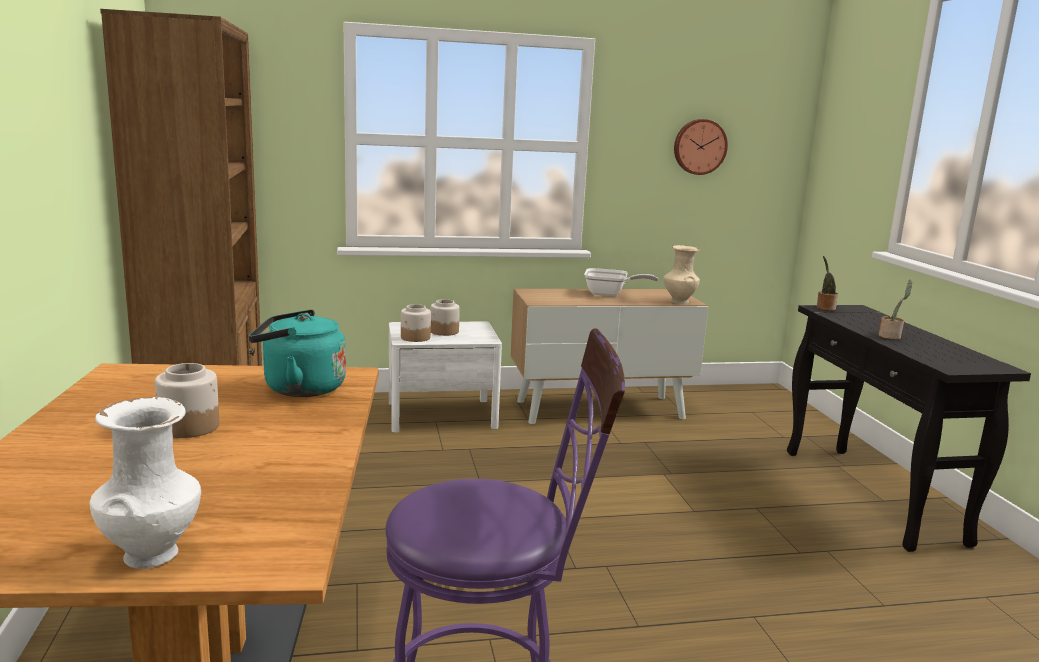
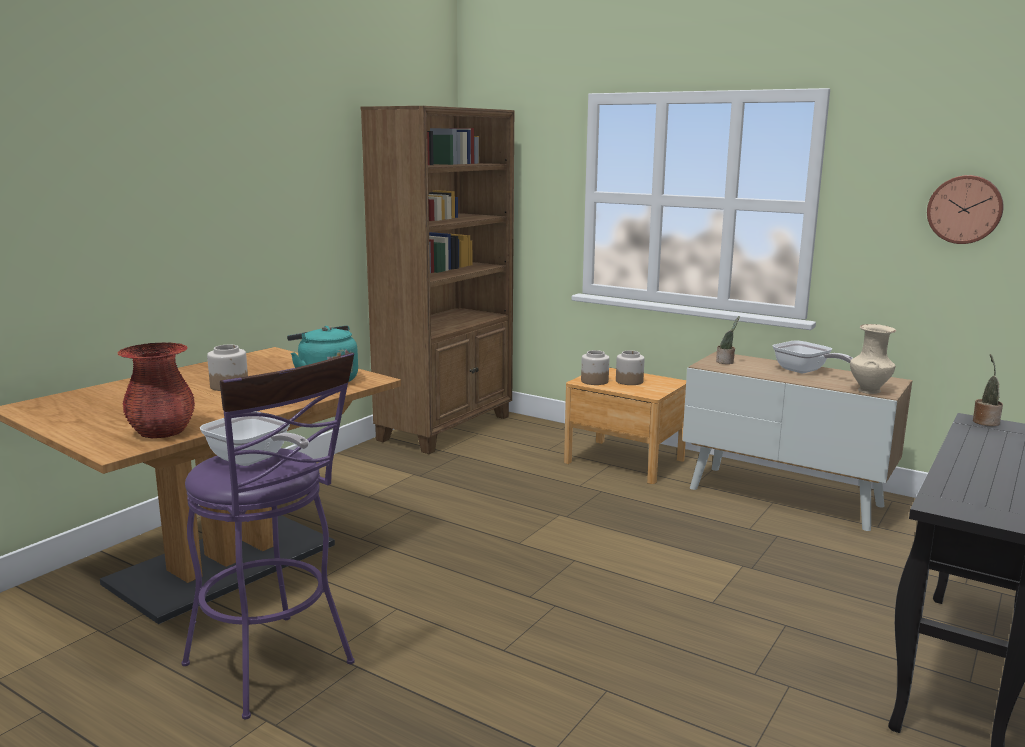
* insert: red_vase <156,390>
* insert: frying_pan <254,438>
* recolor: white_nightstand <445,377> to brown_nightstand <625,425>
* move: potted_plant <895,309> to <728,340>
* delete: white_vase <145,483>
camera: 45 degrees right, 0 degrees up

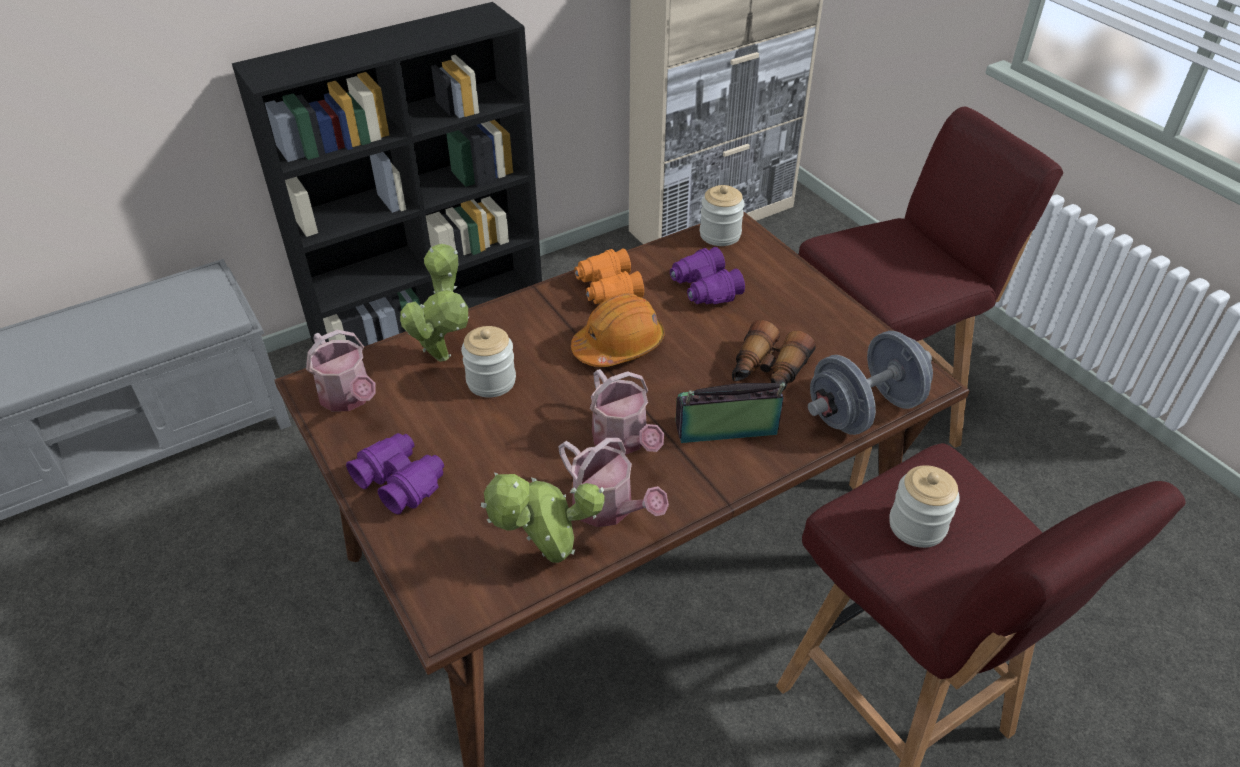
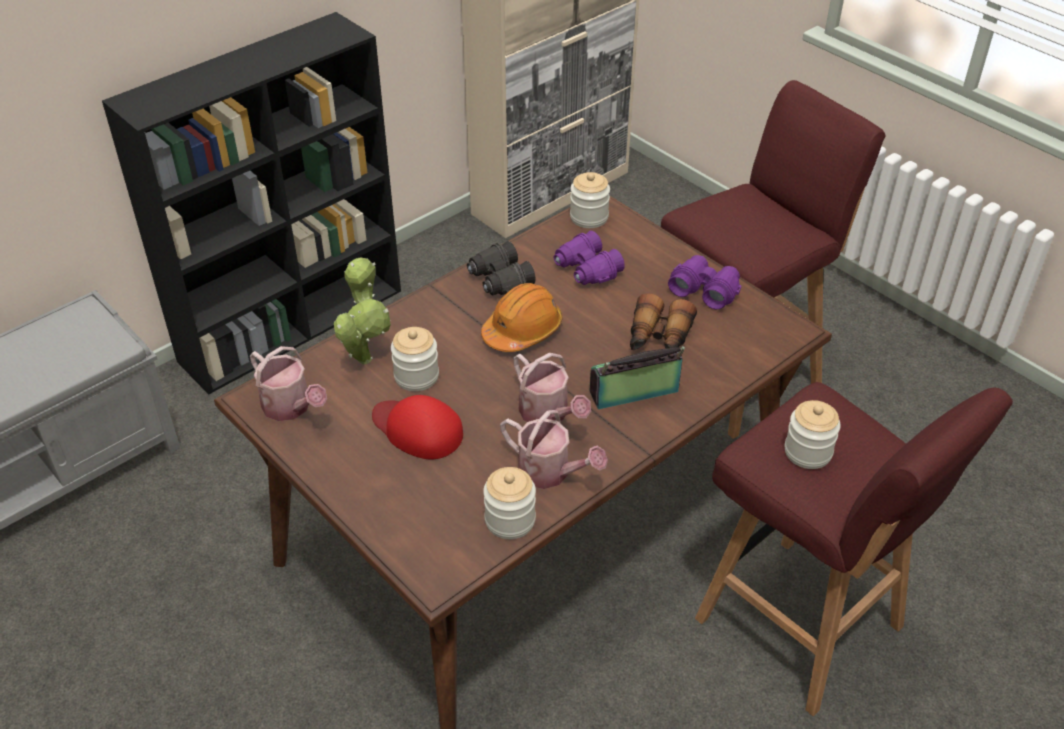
* insert: red_cap <417,427>
* recolor: orange_binoculars <609,276> to black_binoculars <501,268>
* replace: potted_plant <543,518> to jar <509,503>
* move: purple_binoculars <395,473> to <705,282>
* delete: grey_dumbbell <870,383>
camera: 10 degrees left, 0 degrees up

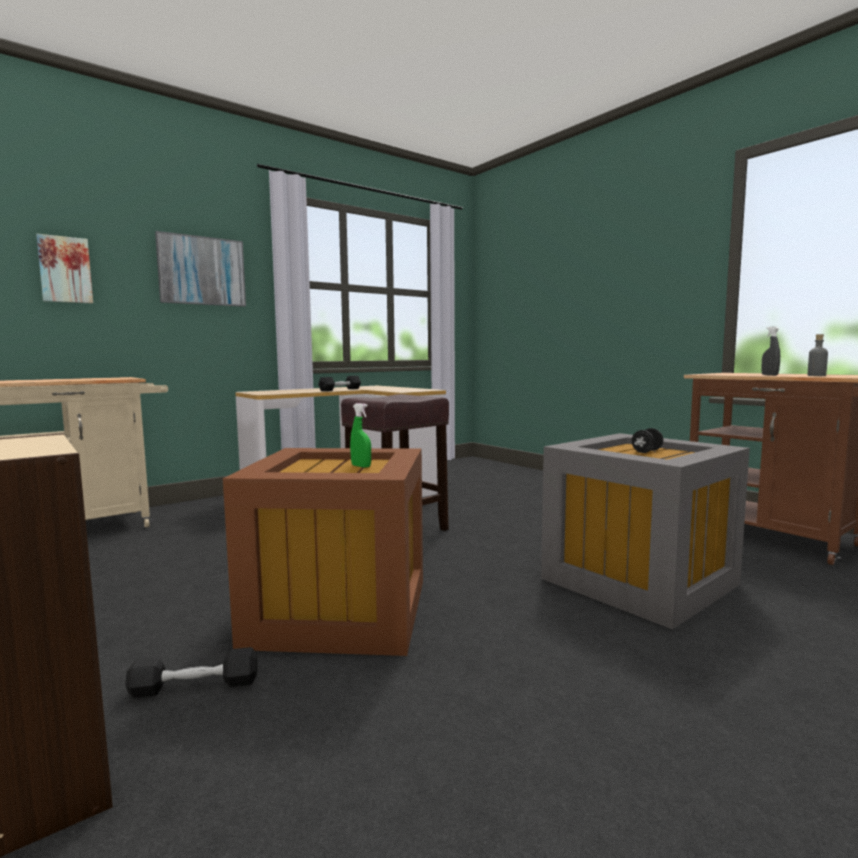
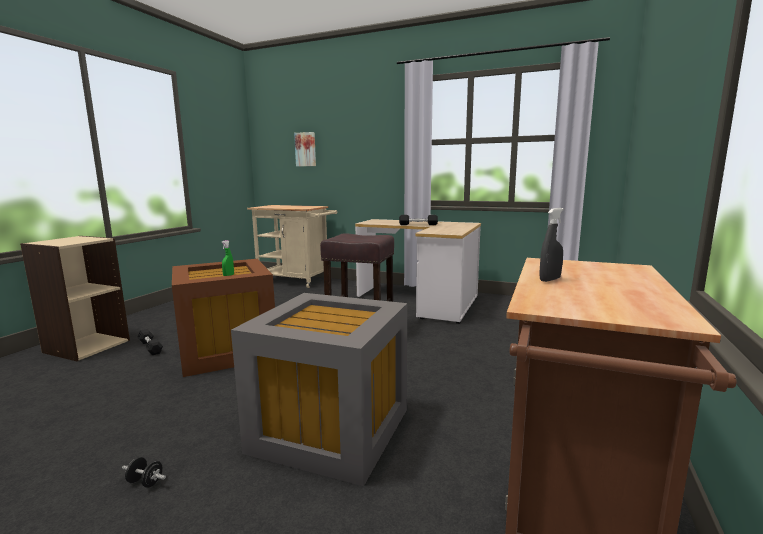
* move: black_dumbbell <647,440> to <144,472>
* delete: picture <200,269>
* delete: grey_bottle <818,355>
camera: 60 degrees right, 5 degrees up

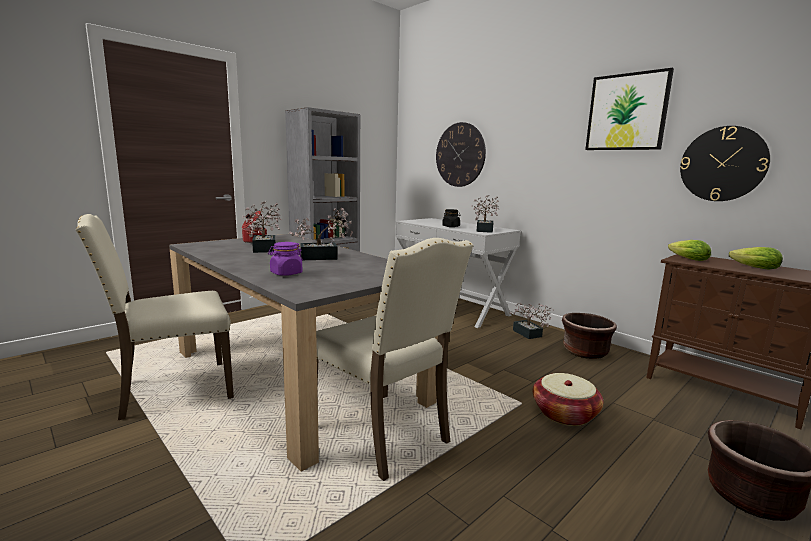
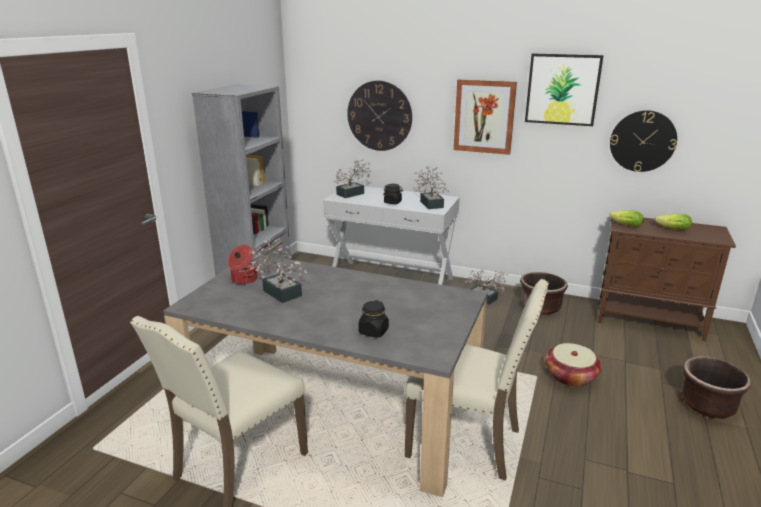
* move: potted_plant <321,233> to <352,178>
* recolor: purple_jar <285,259> to black_jar <374,319>
* insert: picture <485,117>
camera: 25 degrees left, 10 degrees up

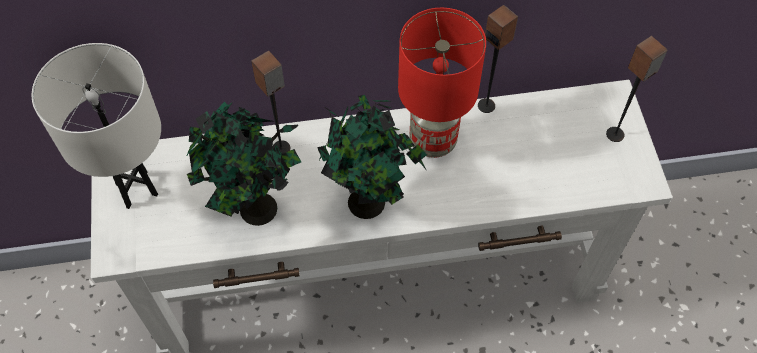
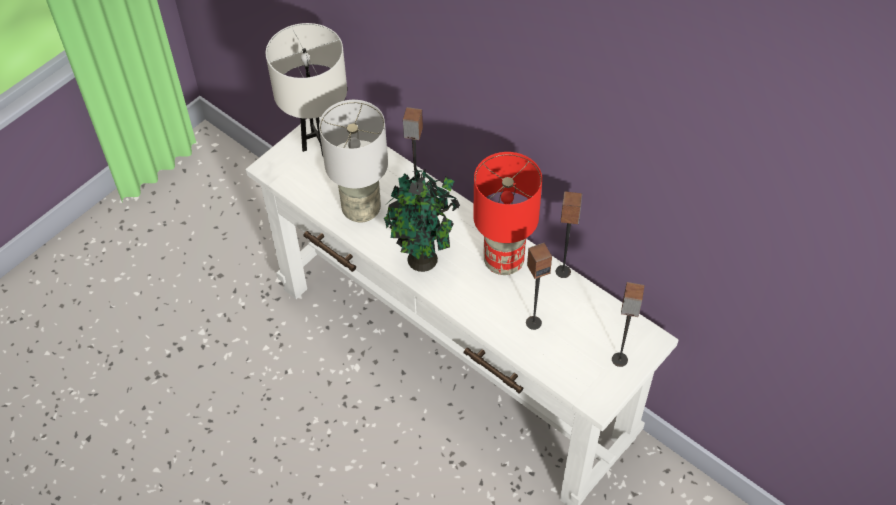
* replace: potted_plant <243,164> to grey_table_lamp <353,161>
* insert: speaker <539,286>
camera: 50 degrees right, 5 degrees down

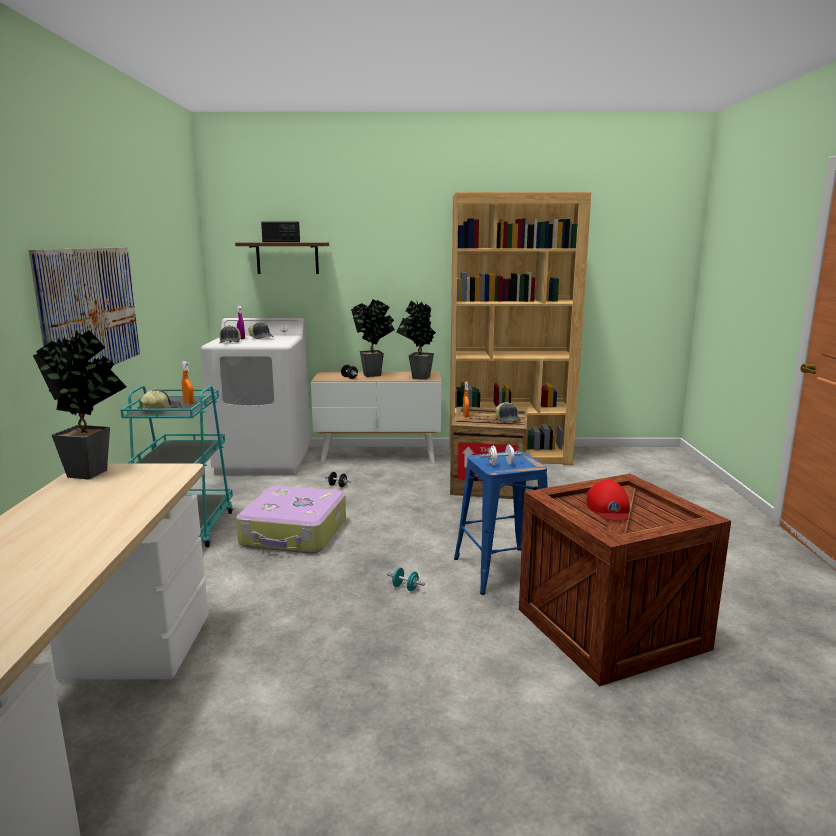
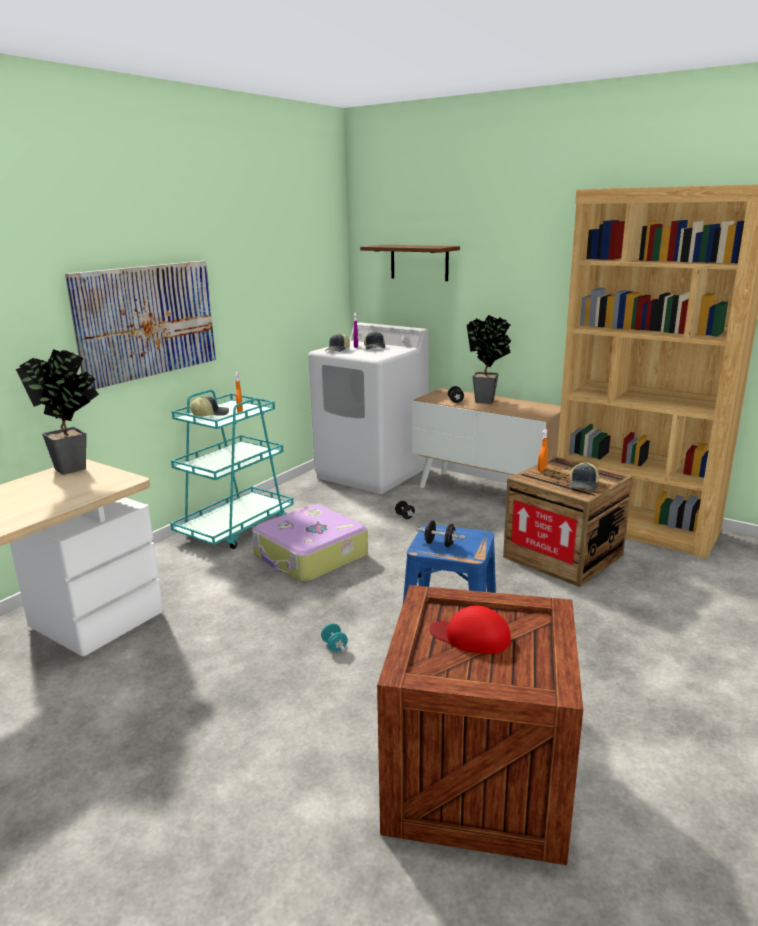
* recolor: white_dumbbell <501,455> to black_dumbbell <440,533>
* rotate: red_cap <608,500> = <470,630> 75 degrees clockwise
* delete: radio <280,232>
* delete: potted_plant <416,340>
camera: 35 degrees right, 5 degrees up

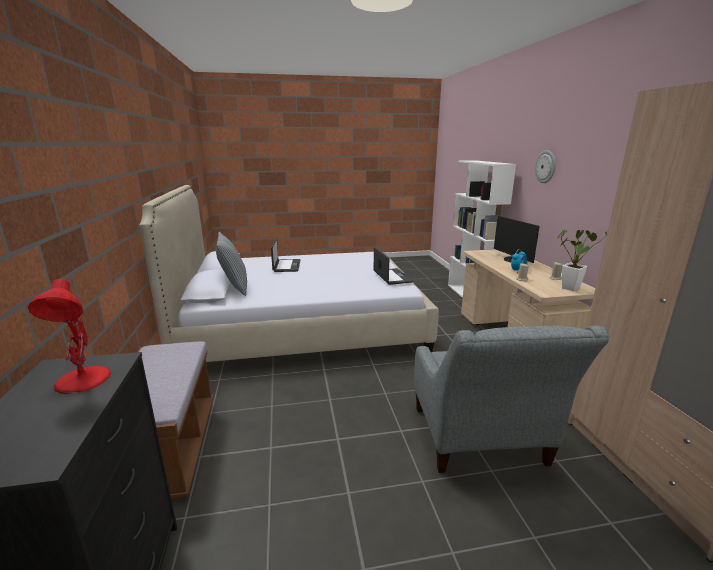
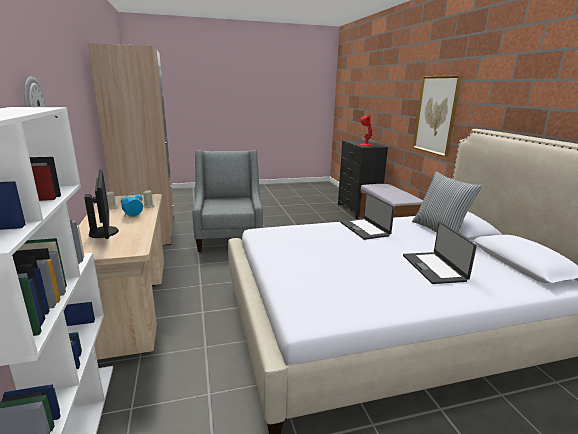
* move: laptop <393,266> to <367,216>
* insert: picture <437,116>
* delete: potted_plant <582,260>
camera: 175 degrees right, 0 degrees up

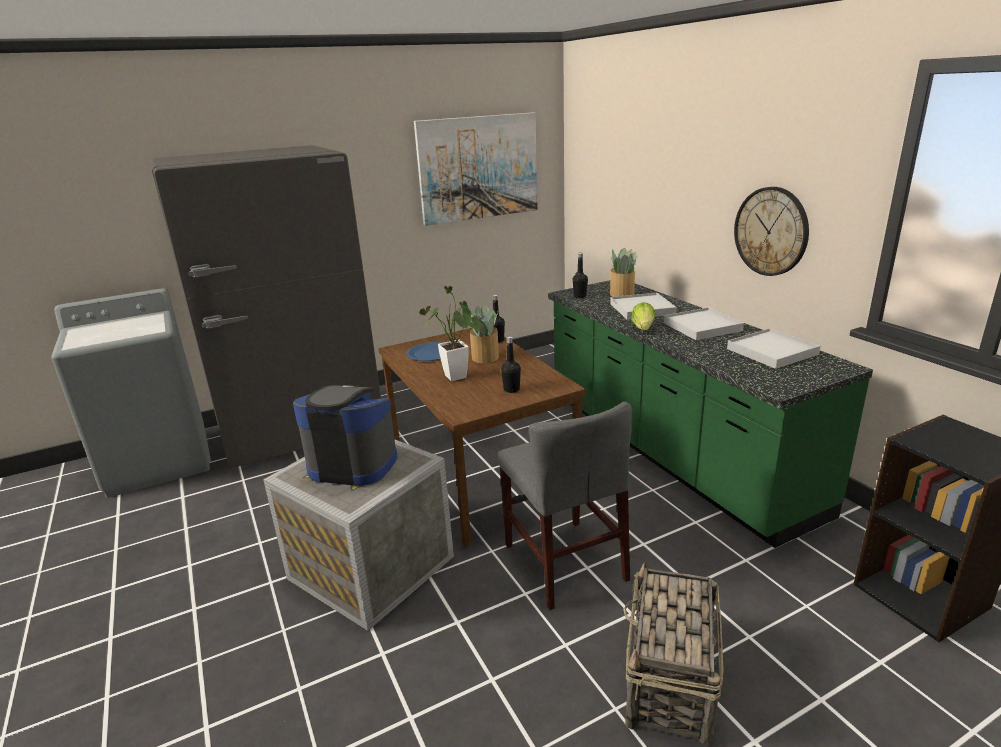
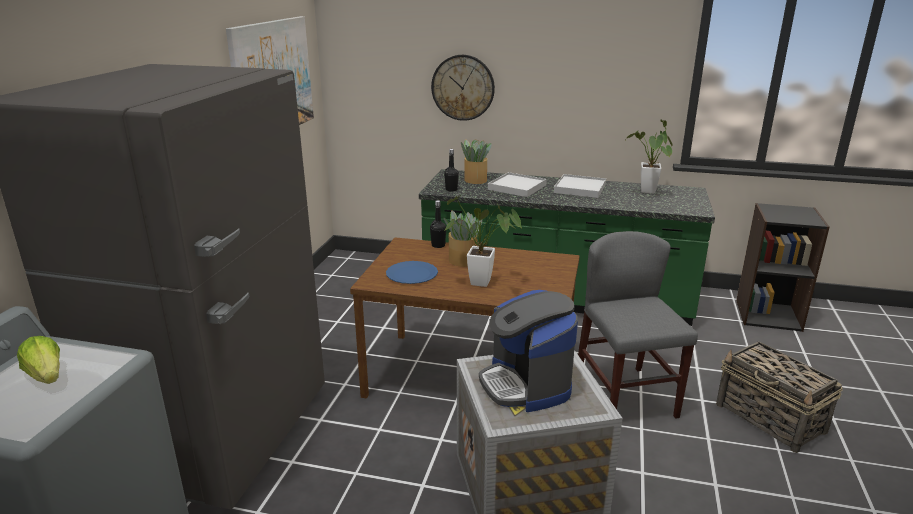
* move: lettuce <643,316> to <38,360>
* move: wall_clock <771,231> to <463,88>
* rotate: coffee_machine <345,435> = <528,351> 75 degrees counterclockwise
* rotate: grey_chair <564,506> = <638,325> 120 degrees counterclockwise
* replace: white_tray <773,348> to potted_plant <649,156>
* delete: black_bottle <511,364>
camera: 50 degrees left, 0 degrees up

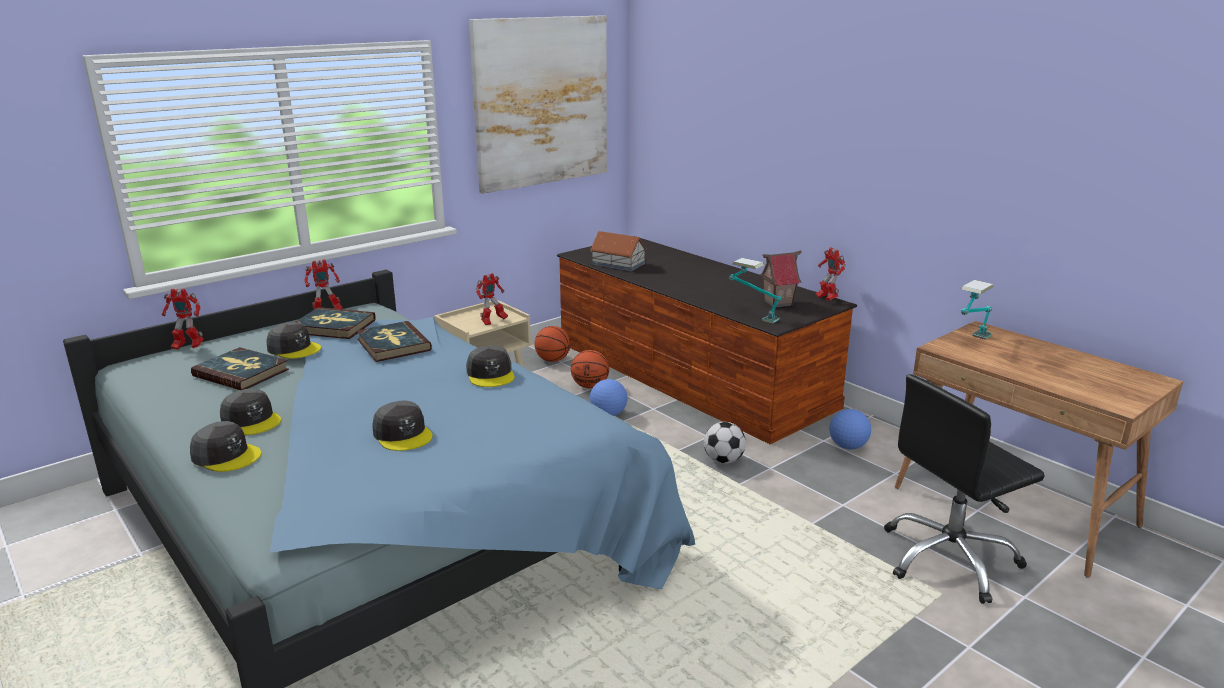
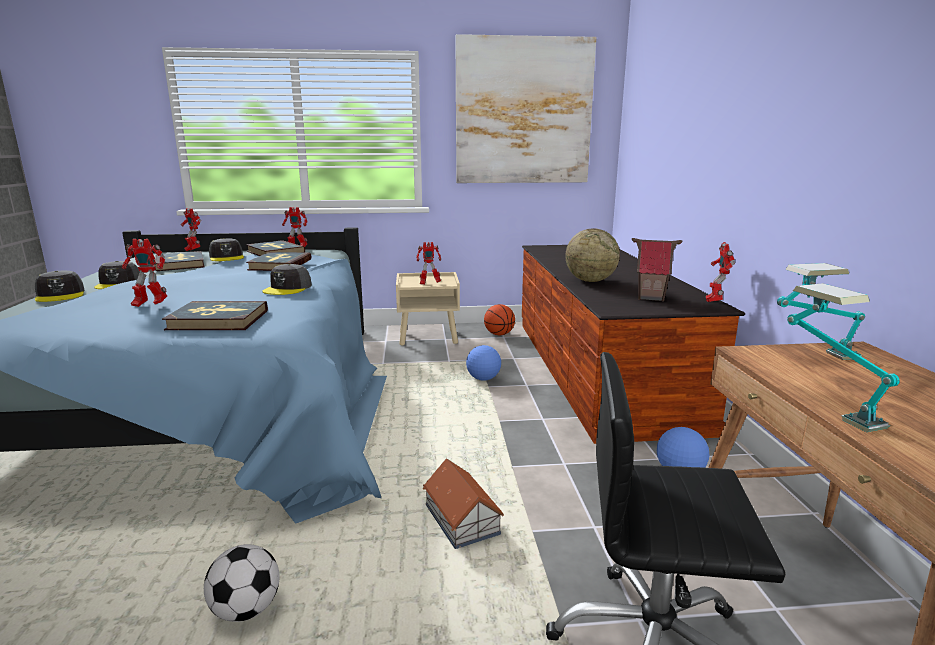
* replace: grey_cap <402,425> to toy_robot <144,273>
* insert: book <215,315>
* move: football <725,443> to <241,583>
* move: toy_house <618,251> to <463,503>
* insert: globe <592,255>
* move: table_lamp <755,291> to <843,357>
* delete: basketball <590,369>
camera: 35 degrees right, 5 degrees down

